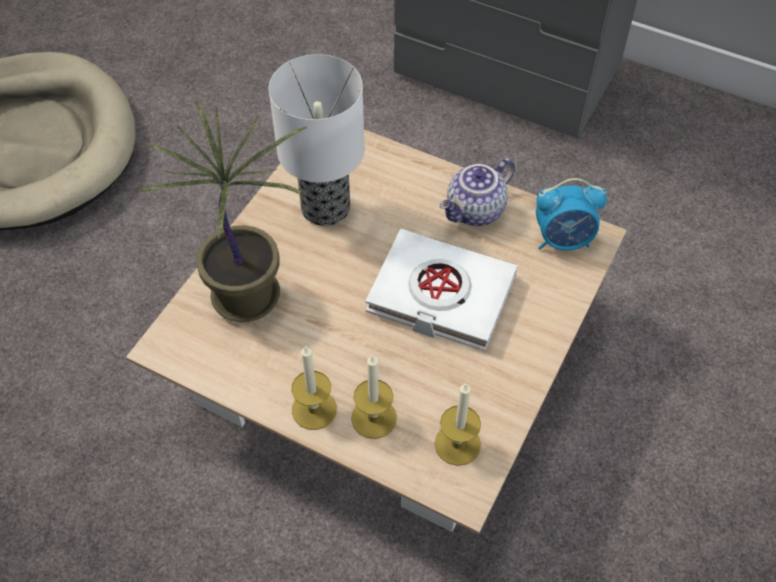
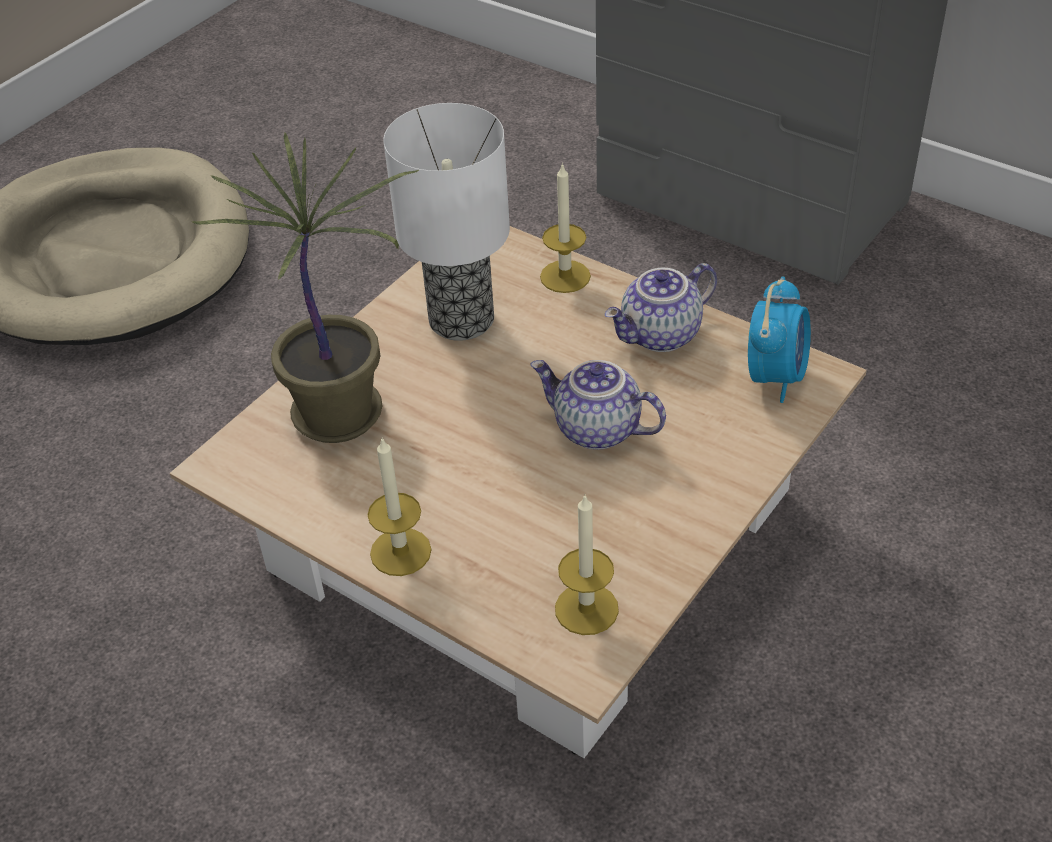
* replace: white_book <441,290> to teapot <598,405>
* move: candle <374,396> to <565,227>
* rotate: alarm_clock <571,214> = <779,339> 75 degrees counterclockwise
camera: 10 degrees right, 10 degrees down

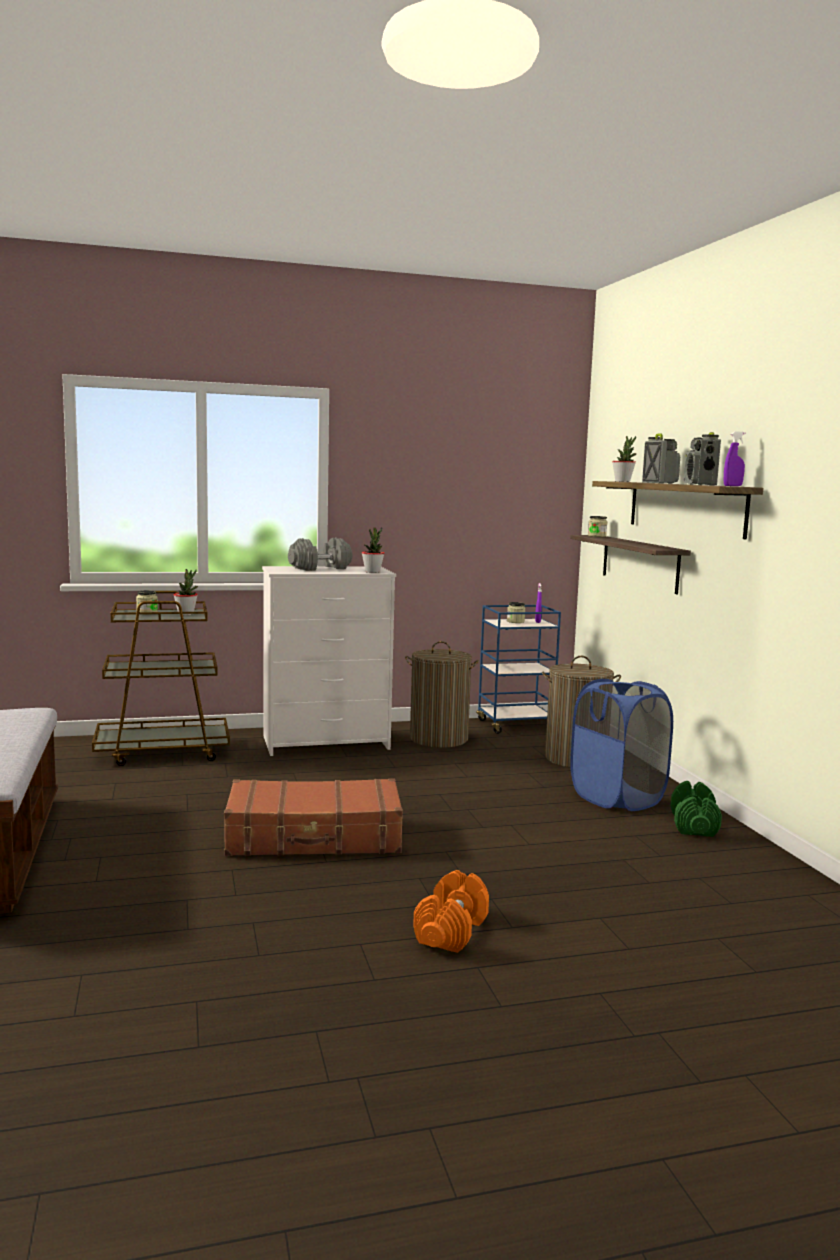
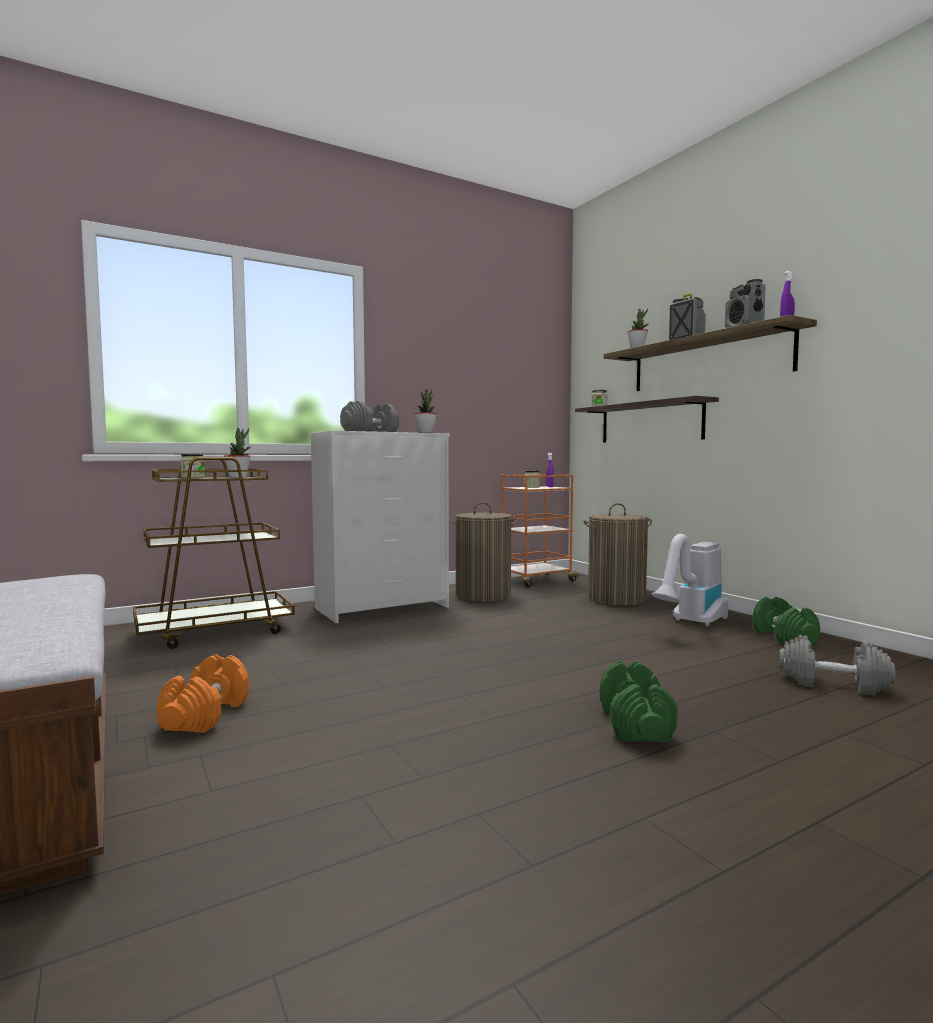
* move: orange_dumbbell <451,911> to <203,693>
* recolor: blue_cart <518,669> to orange_cart <540,531>
* insert: green_dumbbell <639,701>
* replace: blue_laundry_basket <621,745> to vacuum_cleaner <690,580>
* insert: grey_dumbbell <837,665>
* delete: brown_suitcase <313,817>
camera: 15 degrees left, 5 degrees down

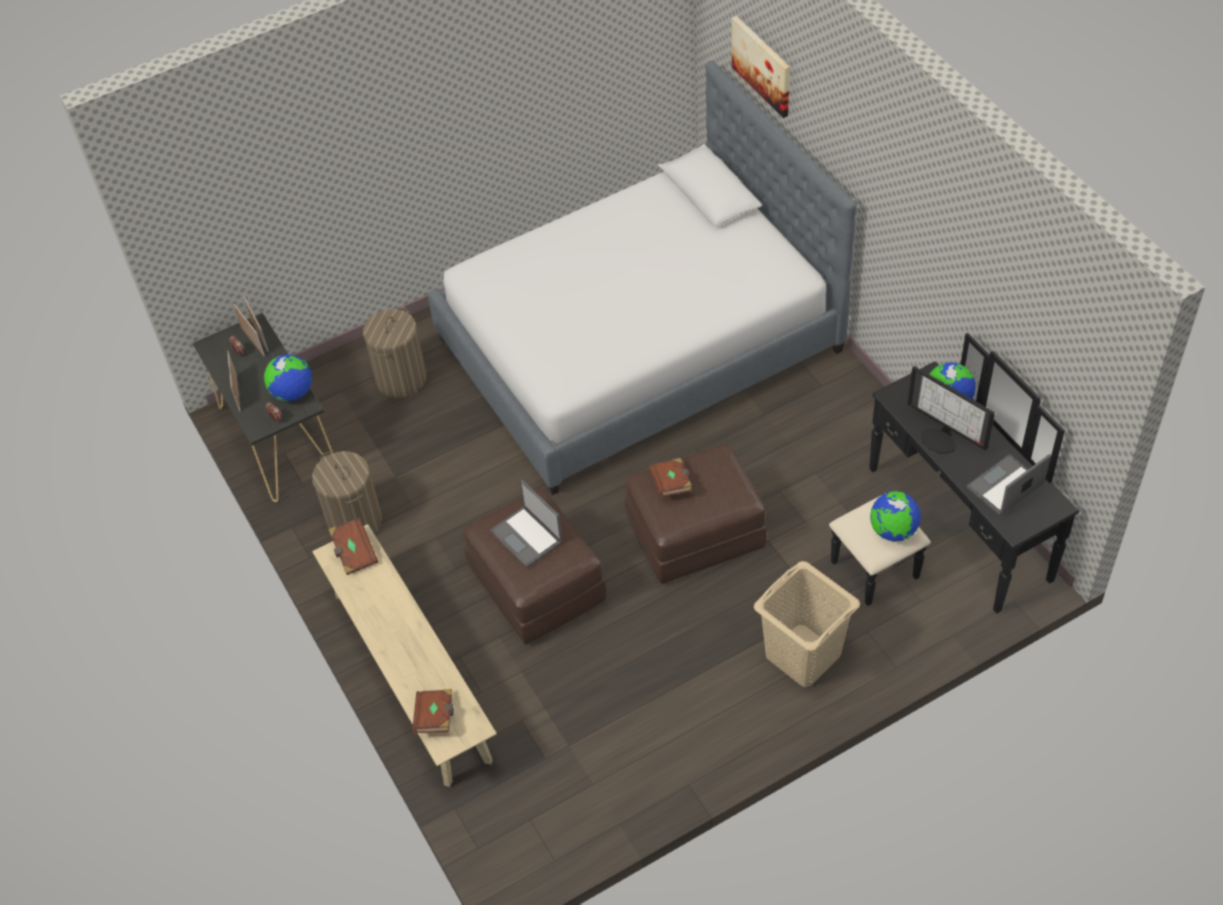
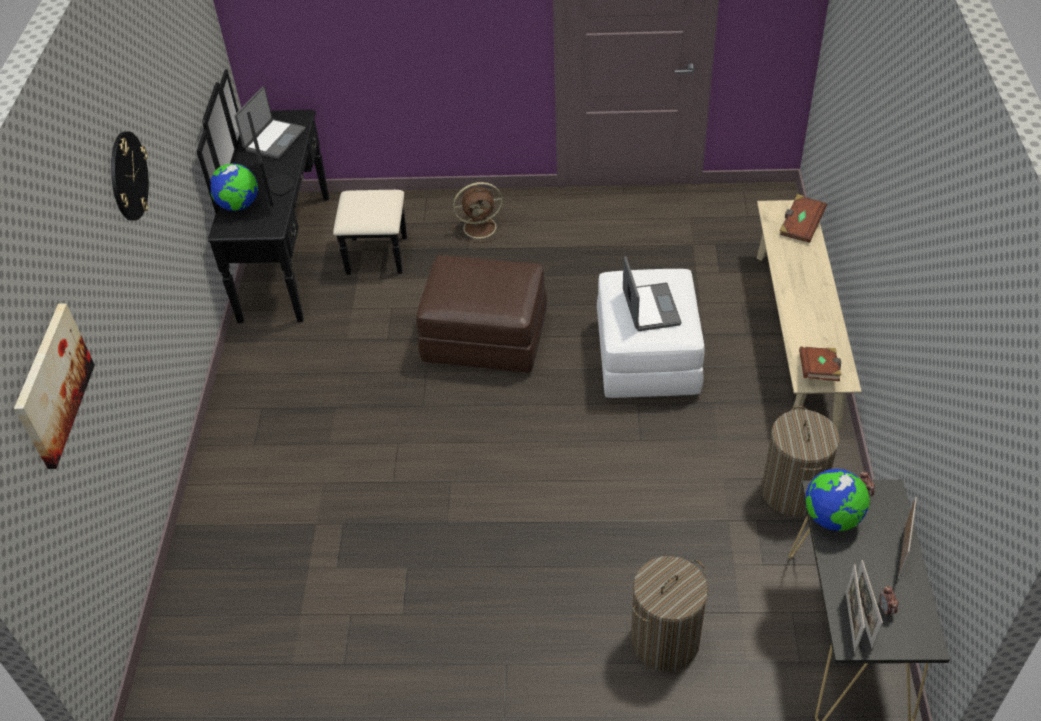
* insert: wall_clock <130,176>
* rotate: laptop <1009,484> = <270,122> 60 degrees counterclockwise
* replace: beige_laundry_basket <807,624> to brown_fan <479,212>
* recolor: brown_ottoman <535,566> to white_ottoman <651,333>
* delete: bed <642,278>
* delete: brown_book <670,477>
* delete: globe <895,516>
camera: 150 degrees left, 5 degrees down

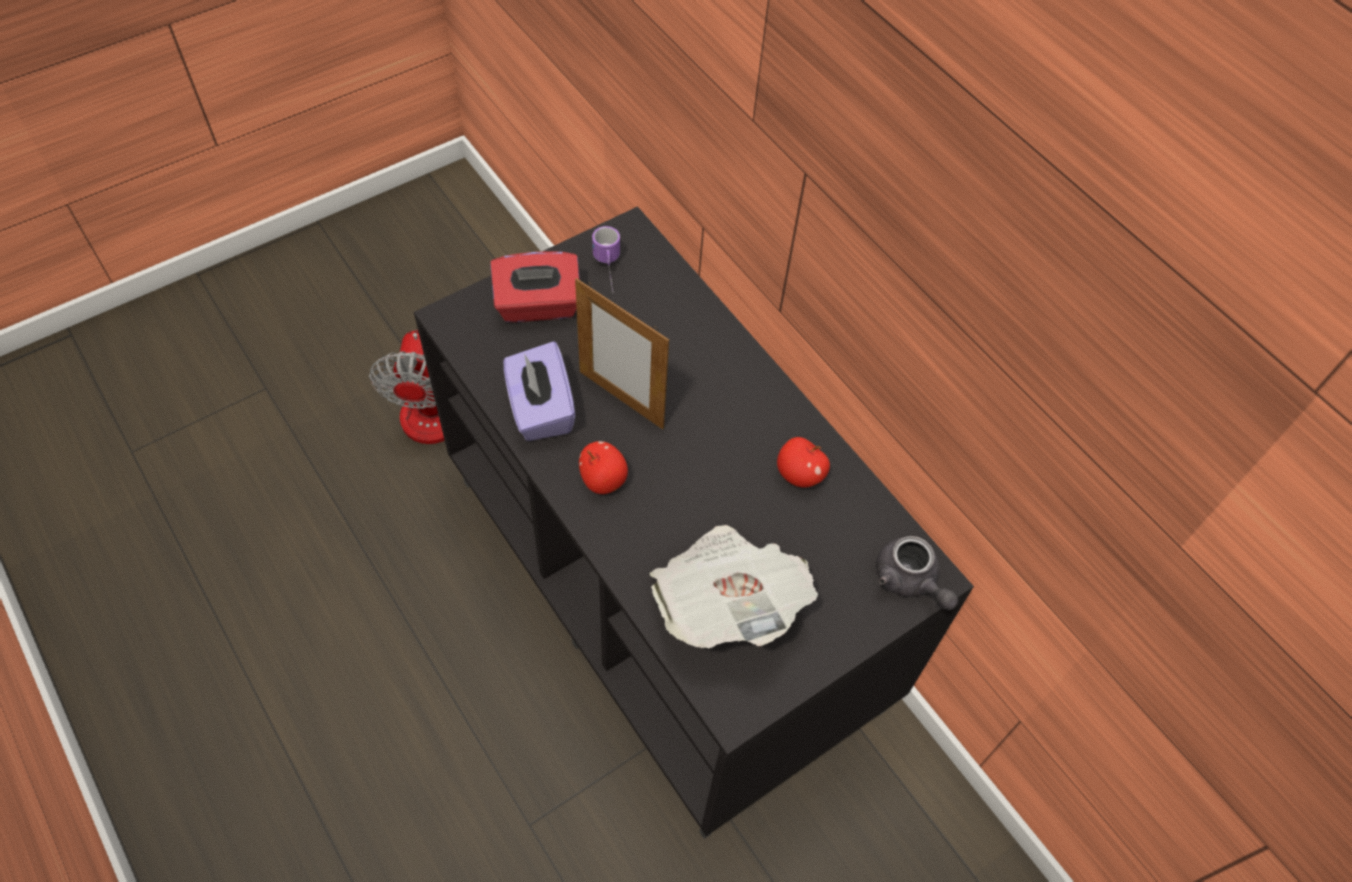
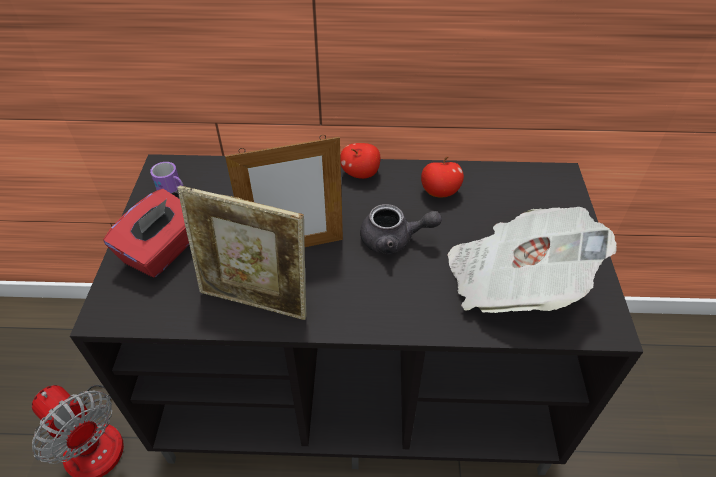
* replace: purple_tissue_box <539,391> to picture_frame <242,253>
* move: apple <603,467> to <360,161>
* move: grey_teapot <917,573> to <401,229>
camera: 50 degrees left, 10 degrees down

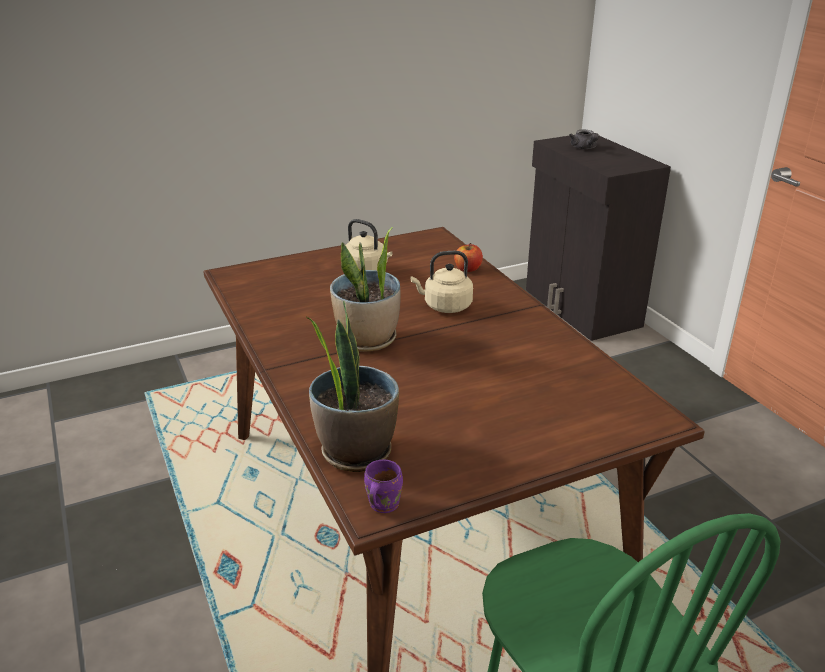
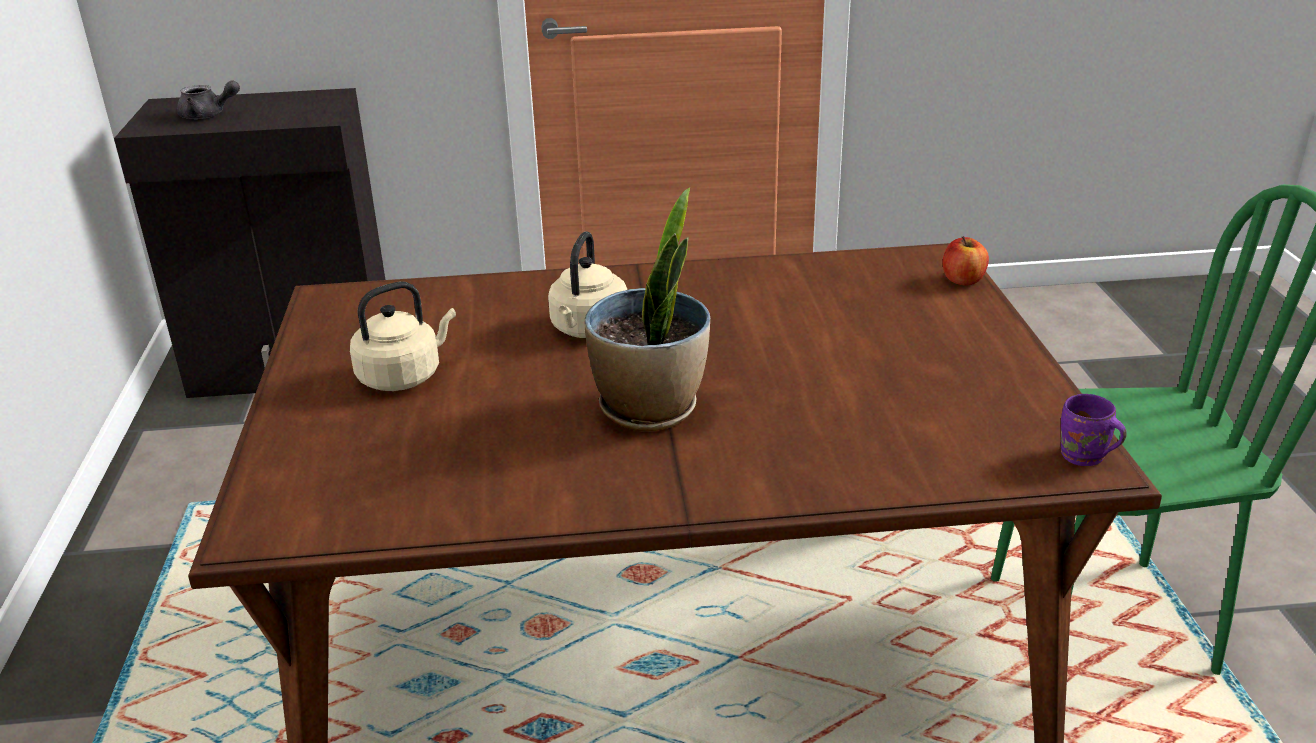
* move: apple <468,257> to <965,261>
* delete: potted_plant <353,386>
camera: 70 degrees left, 0 degrees up

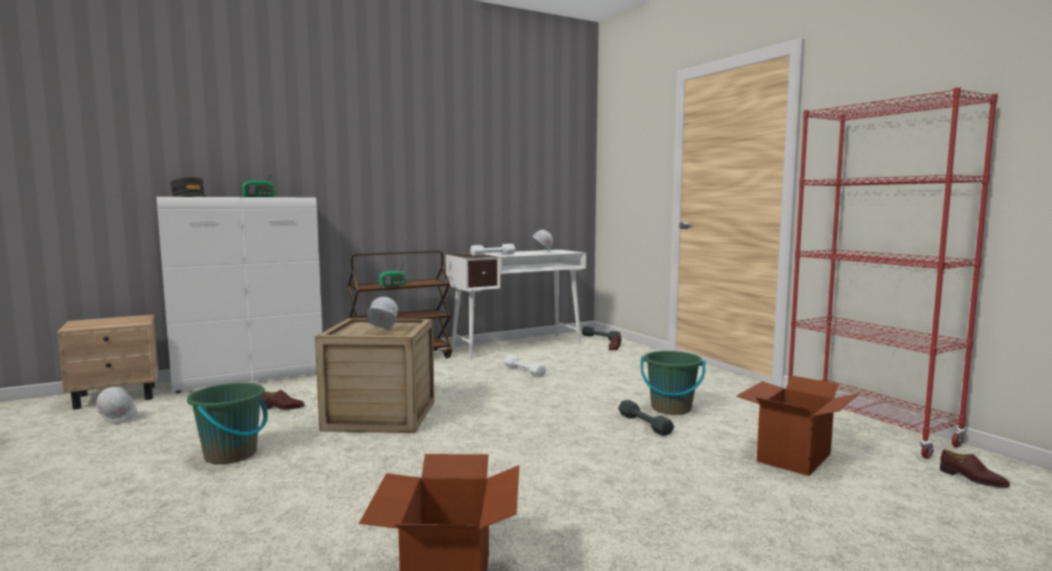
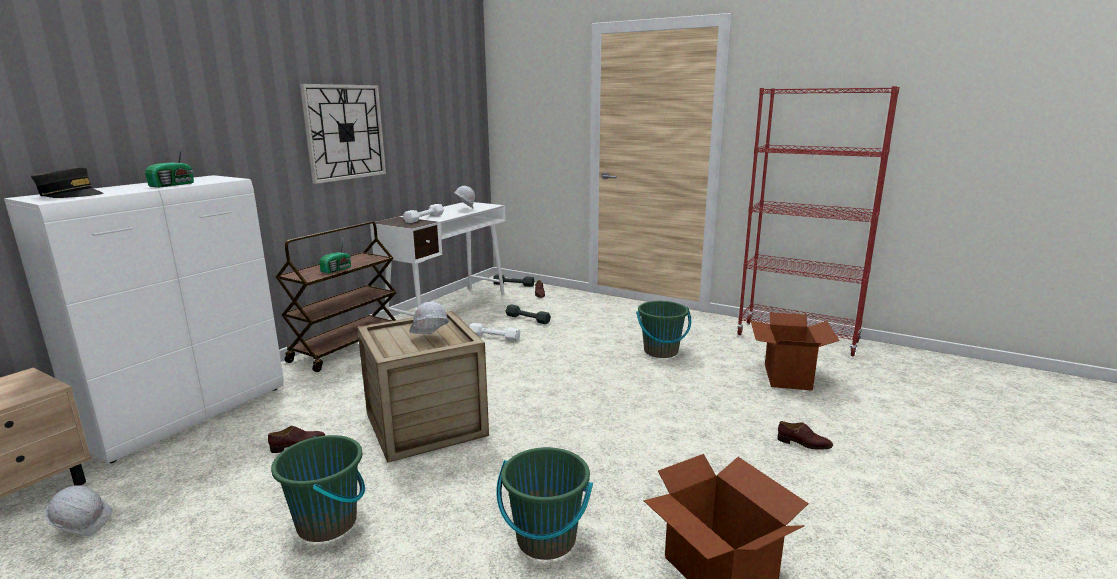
* insert: wall_clock <343,134>
* insert: green_bucket <544,503>
* move: grey_dumbbell <646,418> to <528,314>
* move: brown_shoe <975,468> to <805,435>
camera: 30 degrees left, 10 degrees up

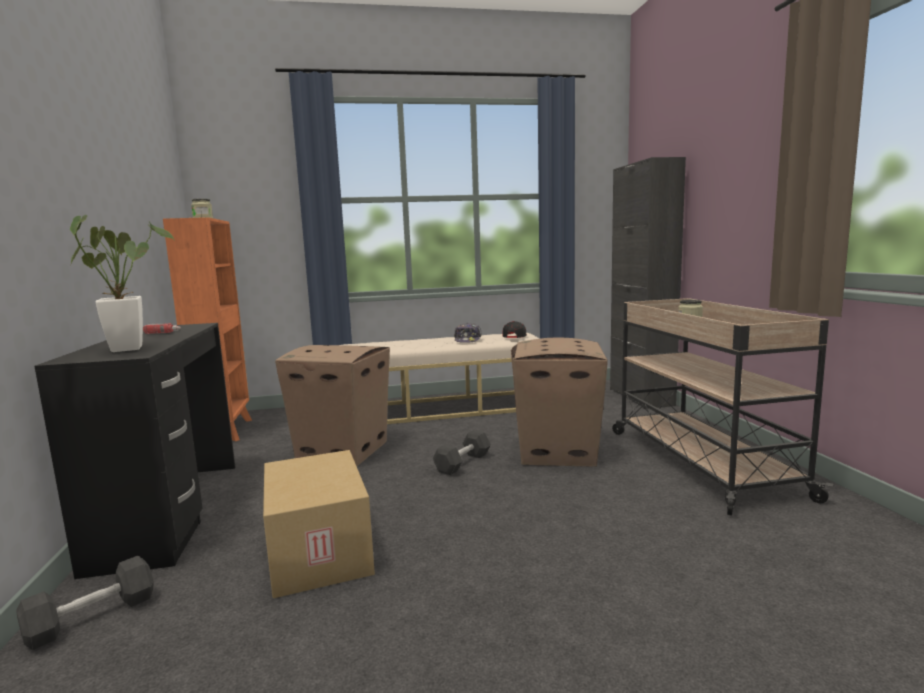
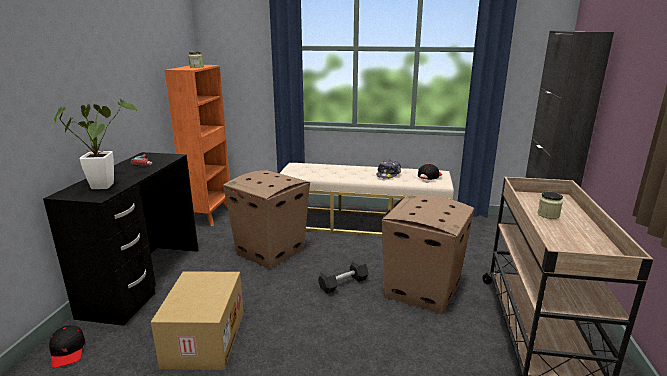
* replace: black_dumbbell <85,603> to black_cap <67,346>
camera: 20 degrees right, 10 degrees up

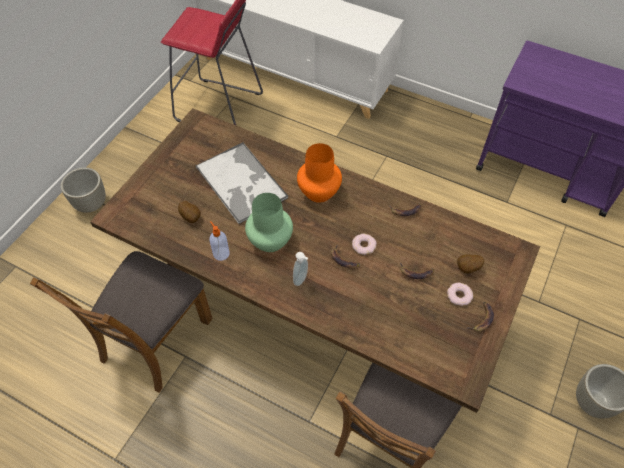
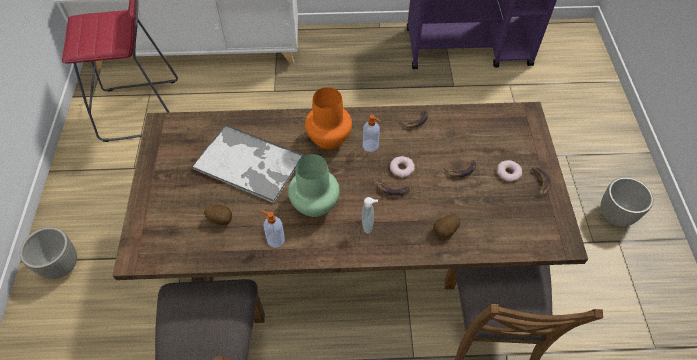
* insert: soap_dispenser <372,133>
* move: potato <470,263> to <446,226>
camera: 30 degrees left, 0 degrees up

